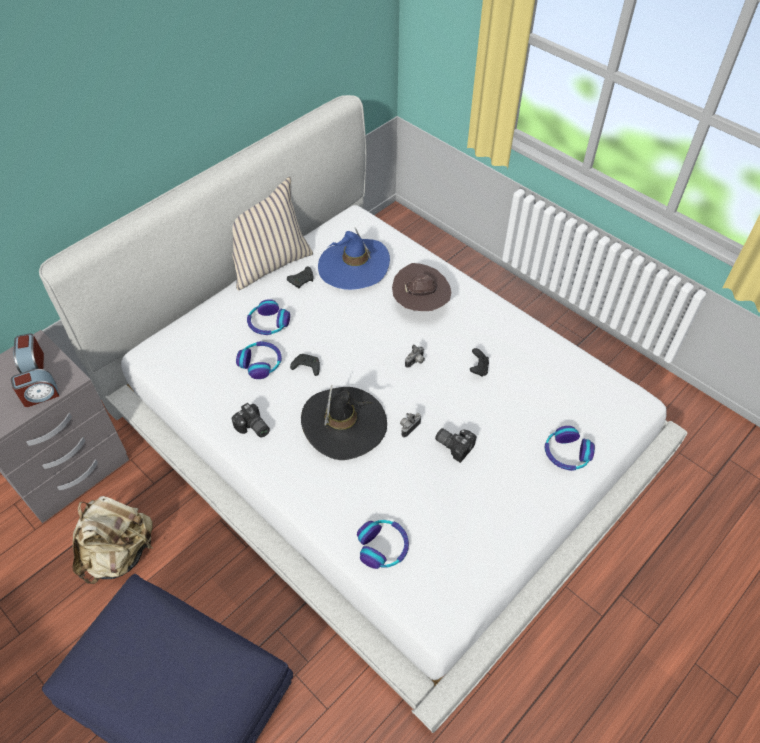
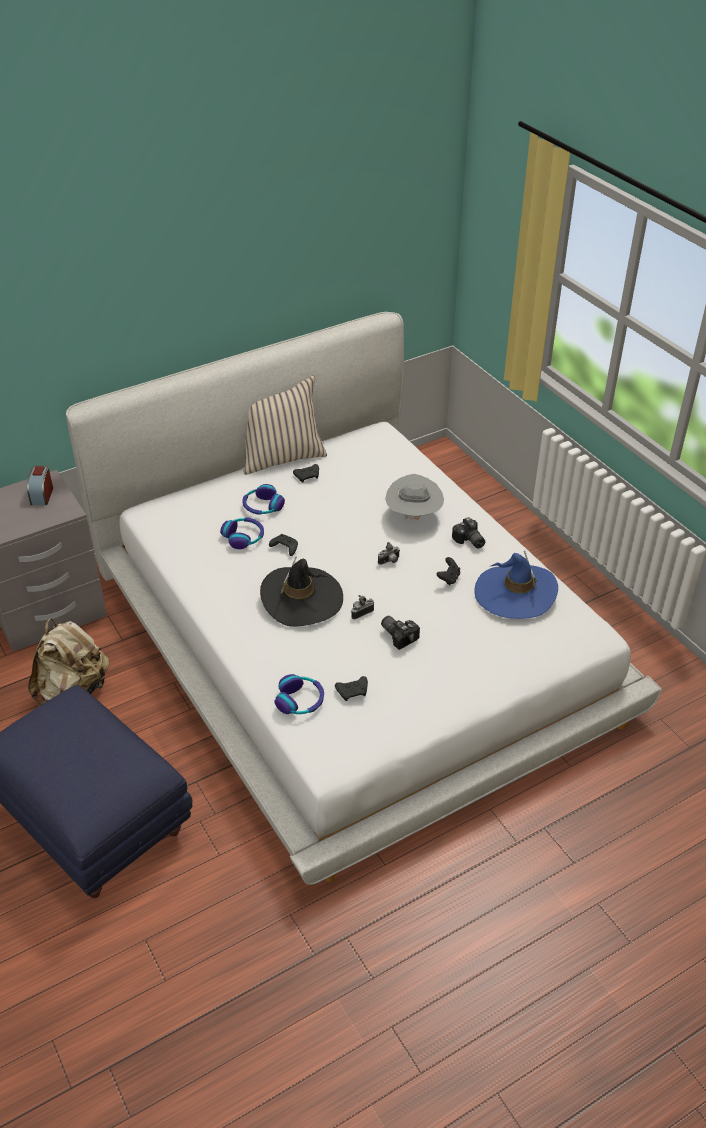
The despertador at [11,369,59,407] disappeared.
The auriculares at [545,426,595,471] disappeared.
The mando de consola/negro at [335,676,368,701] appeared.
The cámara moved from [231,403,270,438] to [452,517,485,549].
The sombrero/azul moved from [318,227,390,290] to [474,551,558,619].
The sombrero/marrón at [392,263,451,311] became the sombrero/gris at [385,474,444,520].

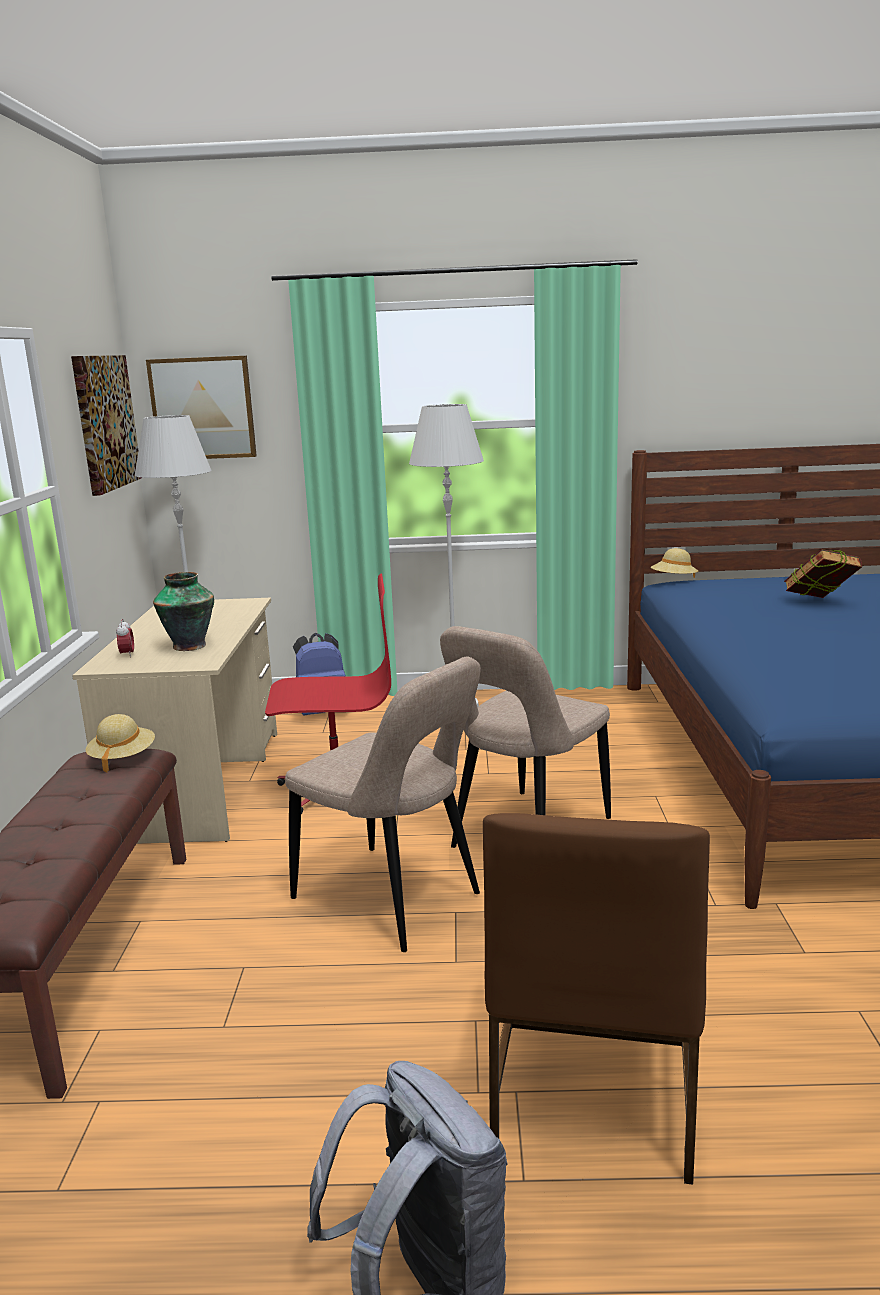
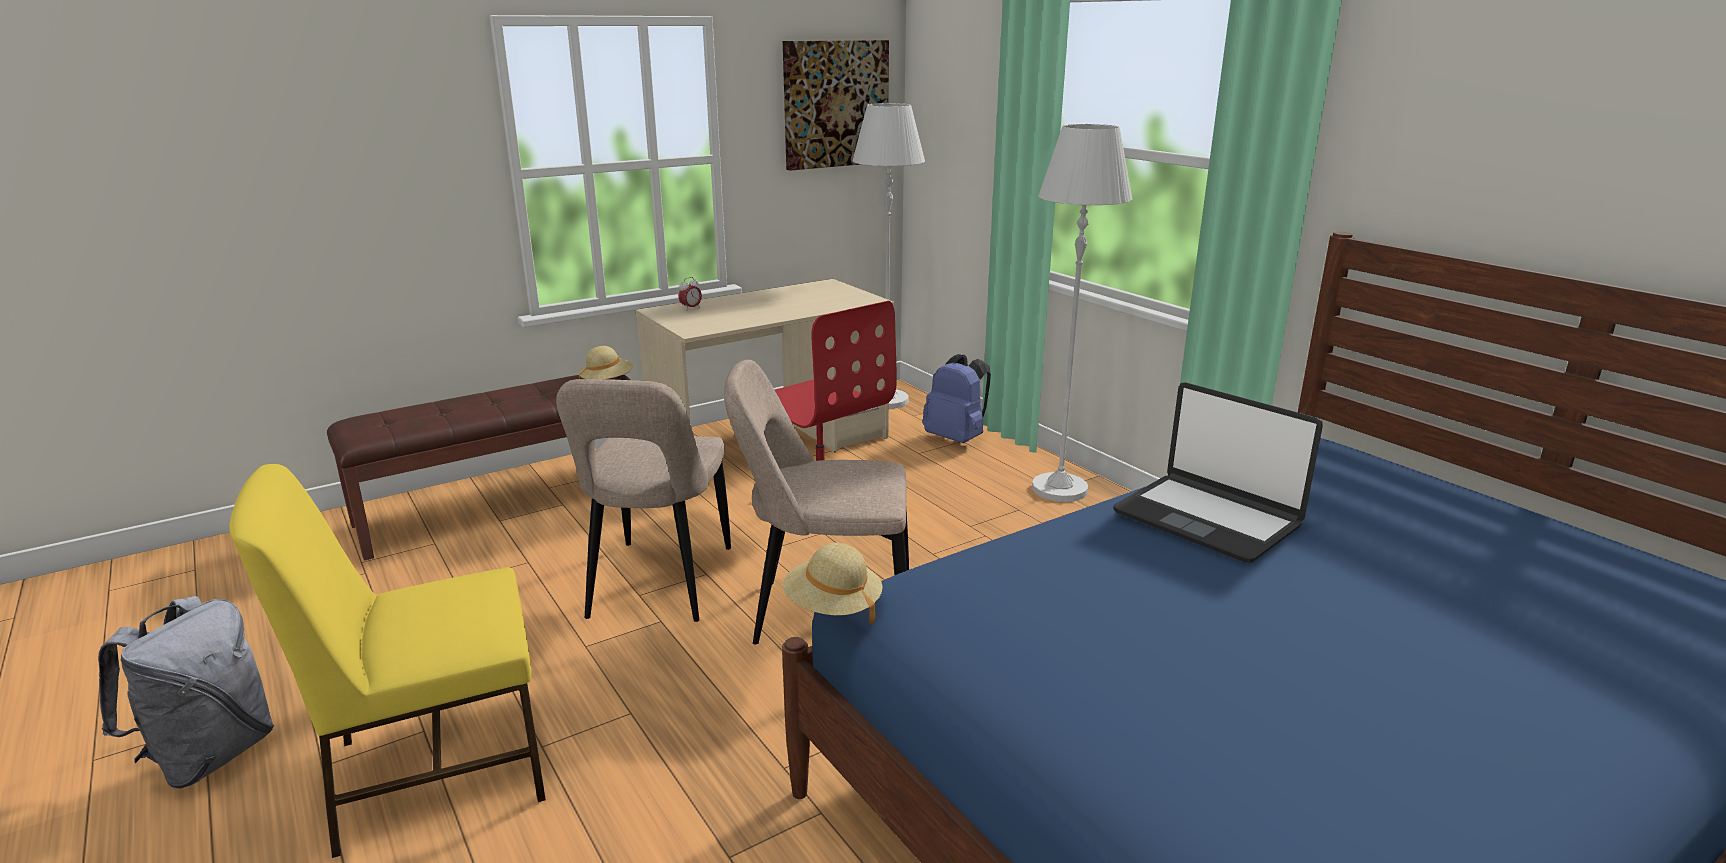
The cuadro at [146,356,257,459] disappeared.
The florero at [153,572,214,651] disappeared.
The libro at [784,549,862,598] disappeared.
The portátil at [1113,382,1323,562] appeared.
The sombrero/beis moved from [651,548,698,578] to [783,543,883,624].
The silla/marrón at [483,813,710,1185] became the silla/amarillo at [229,464,546,858].

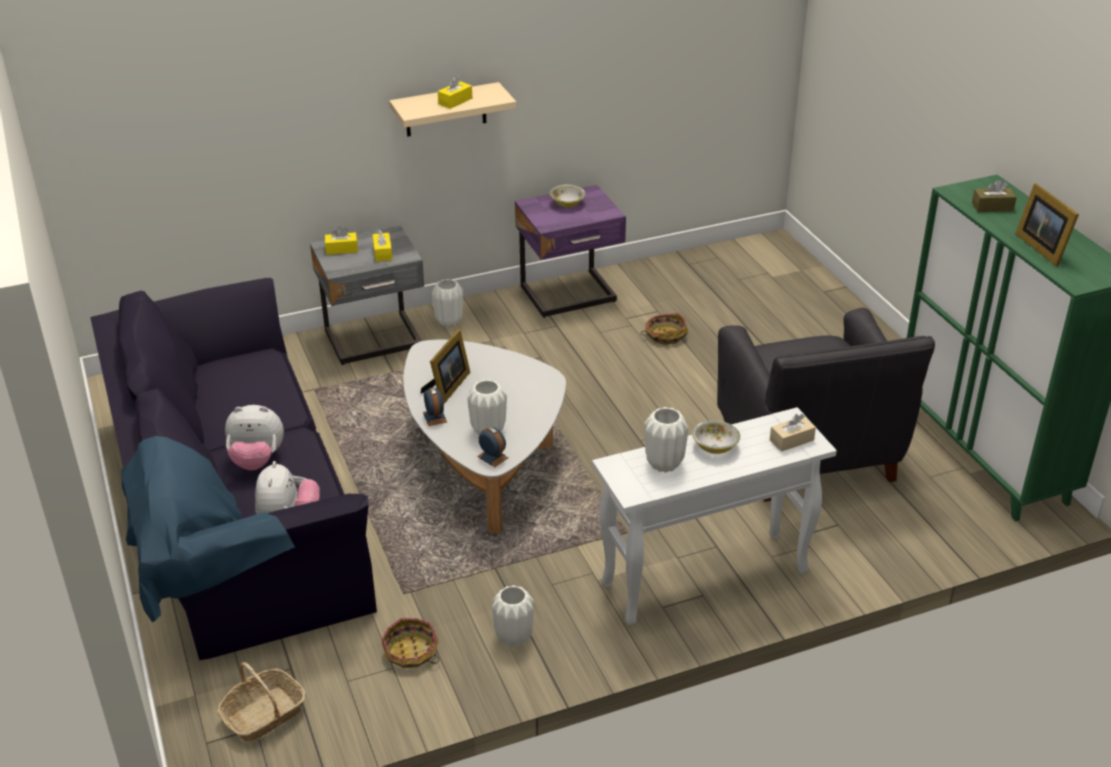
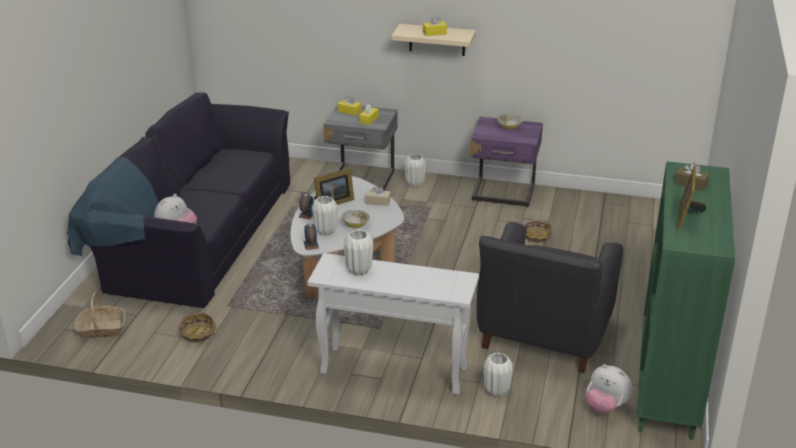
The peluche moved from [225,405,284,471] to [586,364,632,414].
The florero/blanco moved from [492,585,534,647] to [484,353,513,397].
The cuenco moved from [692,420,741,454] to [341,210,370,228].
The caja de pañuelos/beis moved from [770,414,816,452] to [365,185,390,206].

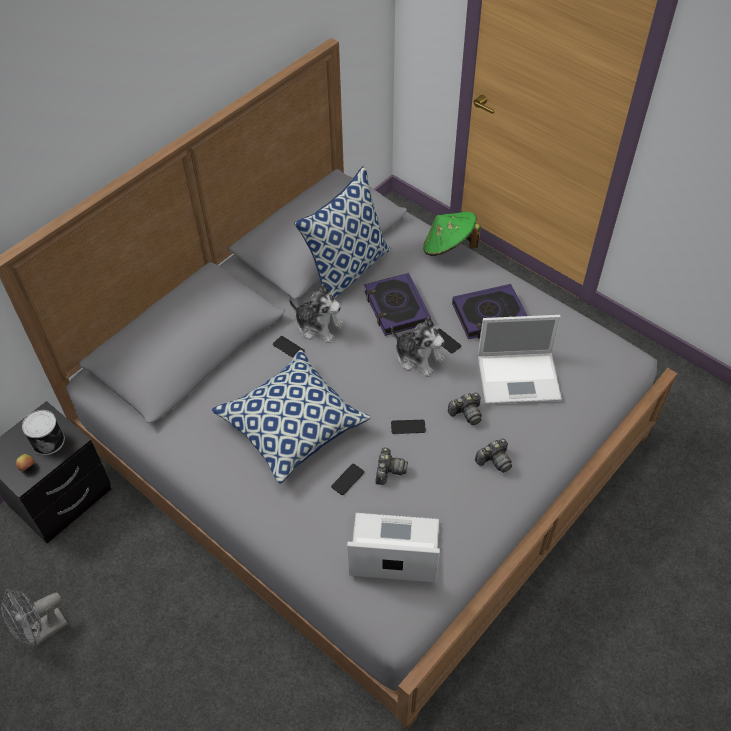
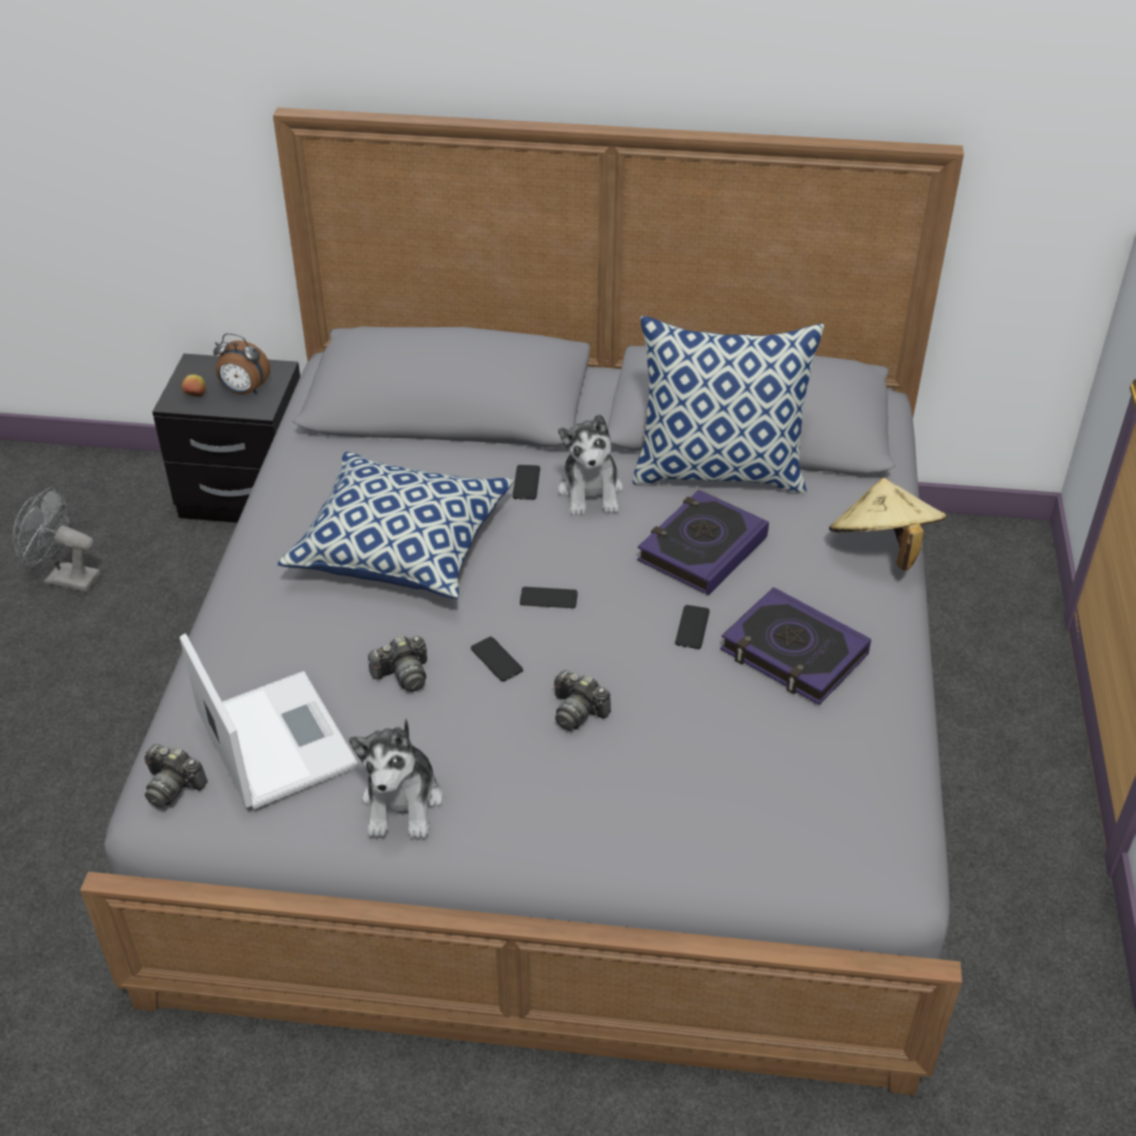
The portátil at [478,315,562,404] disappeared.
The móvil moved from [331,464,364,495] to [520,587,578,608].
The peluche moved from [391,317,445,377] to [349,719,443,838].
The cámara moved from [475,438,512,473] to [145,744,208,808].
The lata at [22,410,65,455] was replaced by the despertador at [213,333,270,395].
The sombrero/verde at [423,212,481,256] became the sombrero/beis at [829,478,946,570].

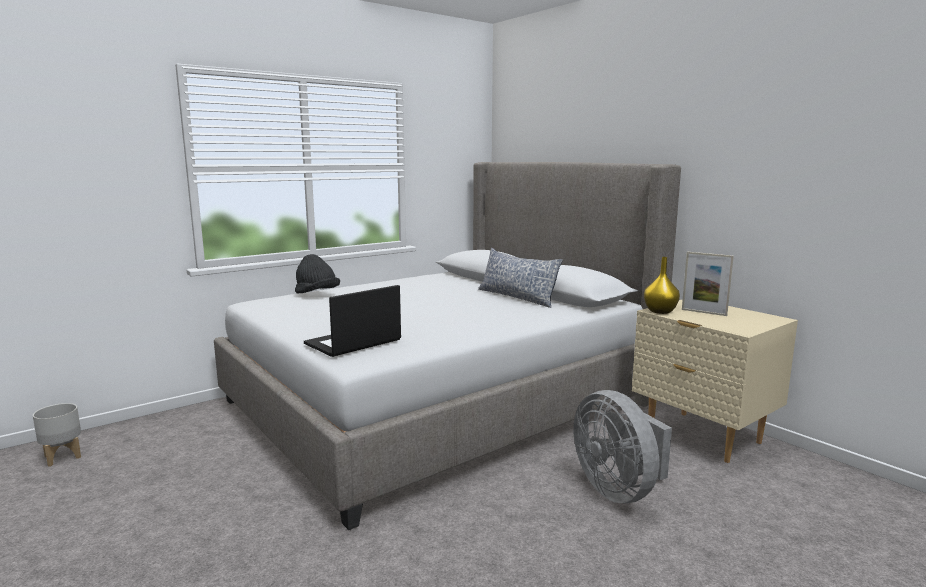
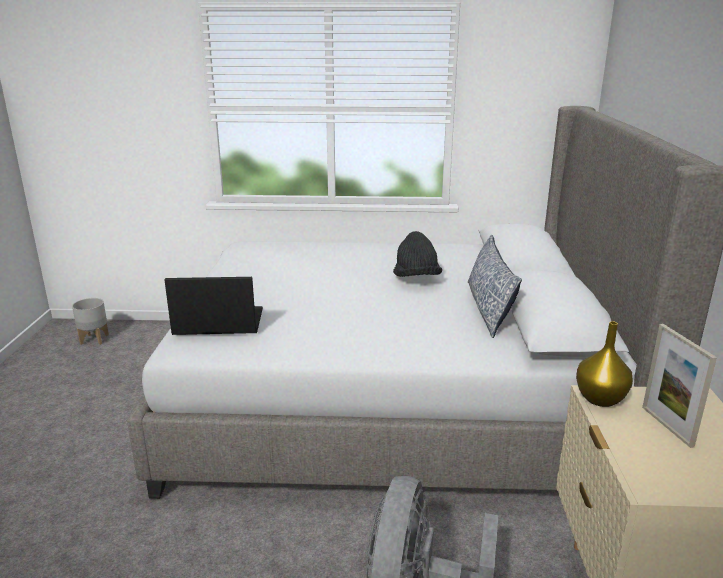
The sombrero/negro moved from [295,254,340,293] to [393,231,442,277].

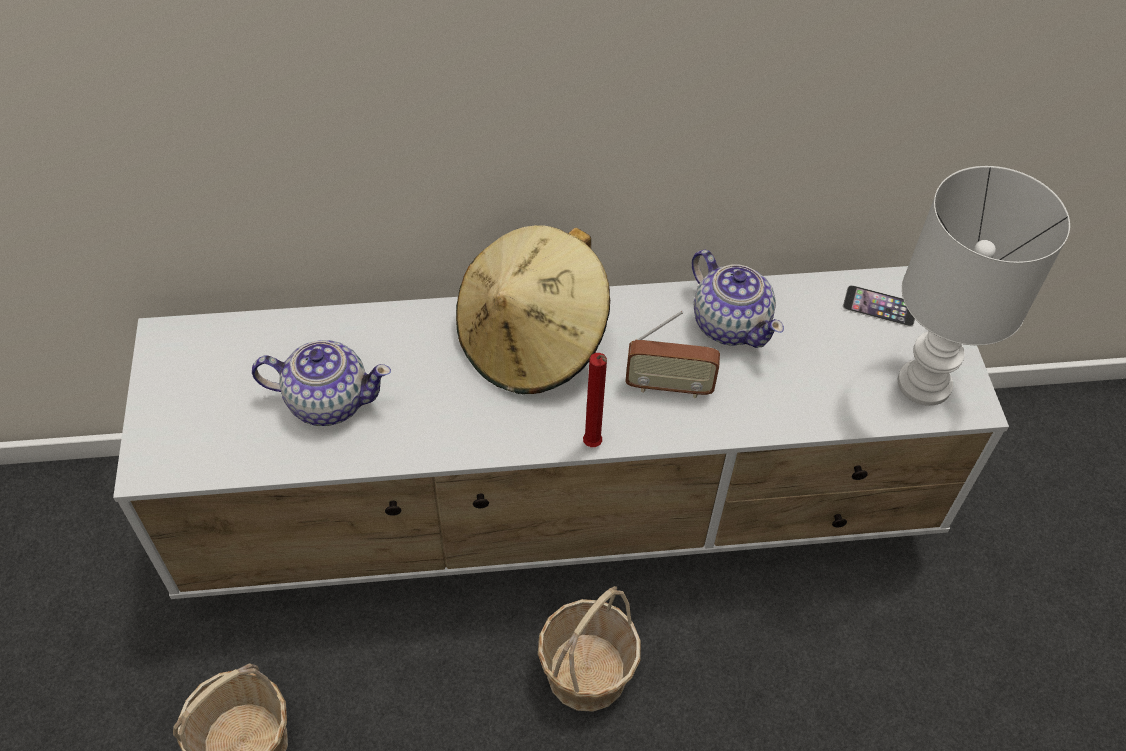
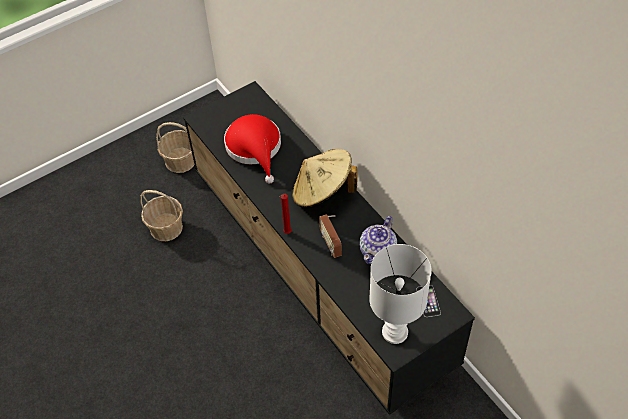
The cesta moved from [538,586,641,712] to [156,122,195,173].
The tetera at [252,340,391,426] was replaced by the sombrero/rojo at [224,114,281,184].
The mueble de televisión/blanco at [113,266,1009,599] became the mueble de televisión/negro at [183,81,475,415].

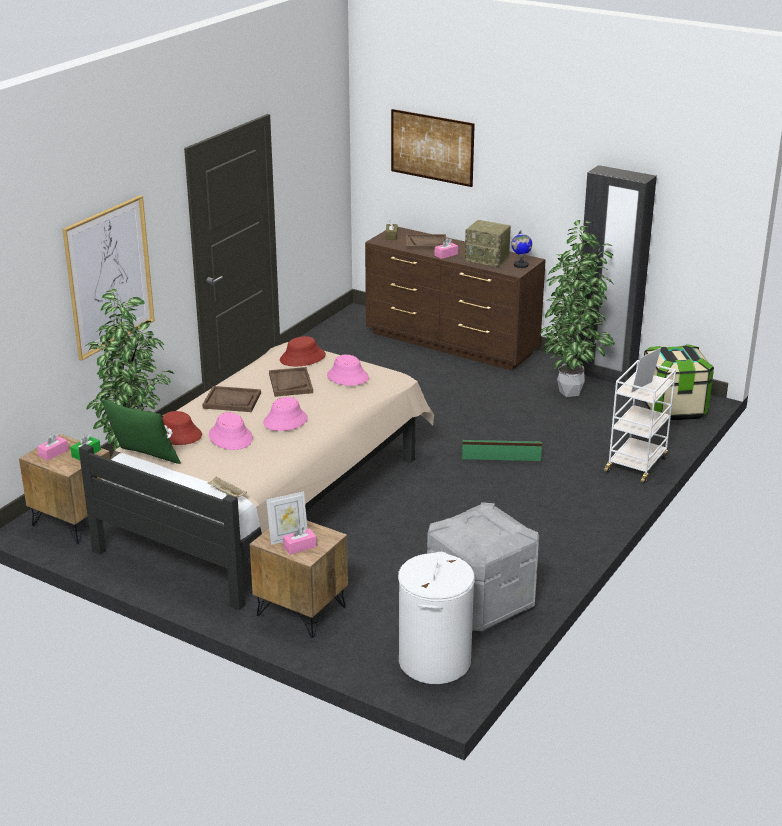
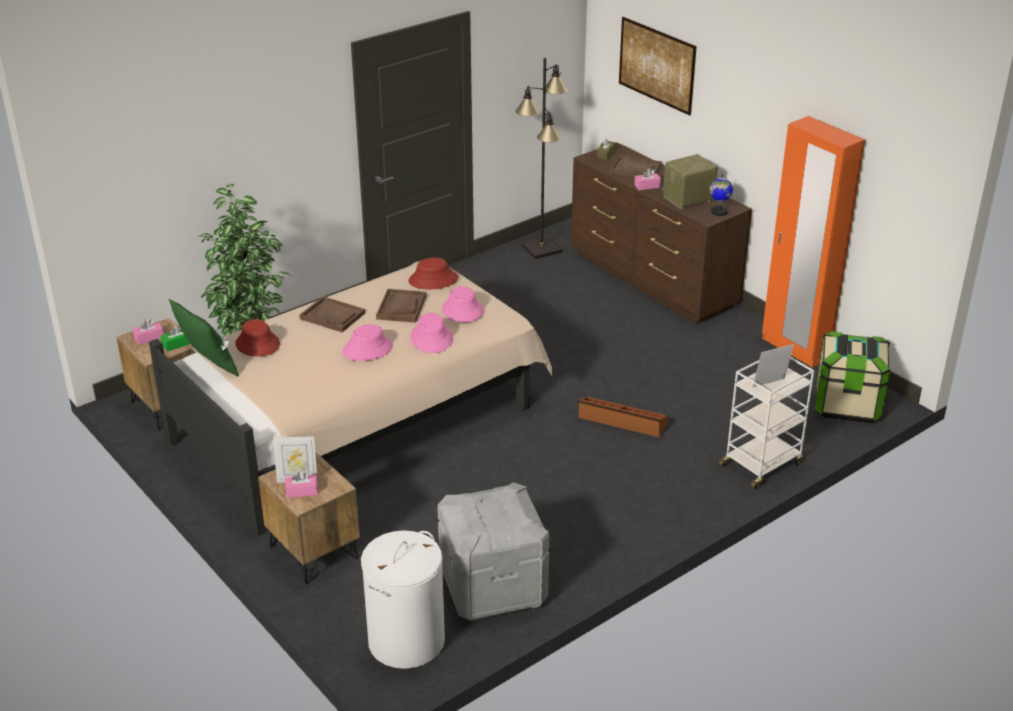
The cuadro at [63,195,155,361] disappeared.
The bandeja/beis at [207,477,247,497] disappeared.
The planta en maceta at [540,220,615,397] disappeared.
The lámpara de pie/negro at [515,58,568,259] appeared.
The sombrero/rosa moved from [209,412,253,450] to [410,313,453,353].
The caja de almacenaje/verde at [462,440,542,461] became the caja de almacenaje/marrón at [579,397,668,437].
The armario ropero/negro at [575,165,657,385] became the armario ropero/naranja at [762,116,865,368].
The radio at [465,220,511,268] turned 105 degrees clockwise.

